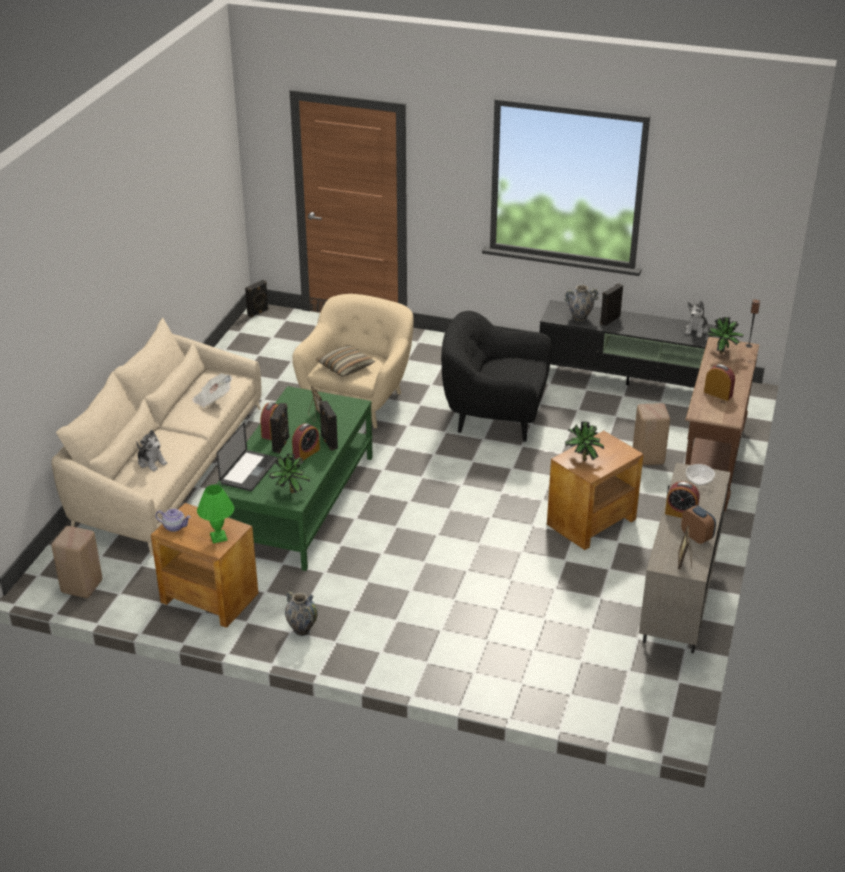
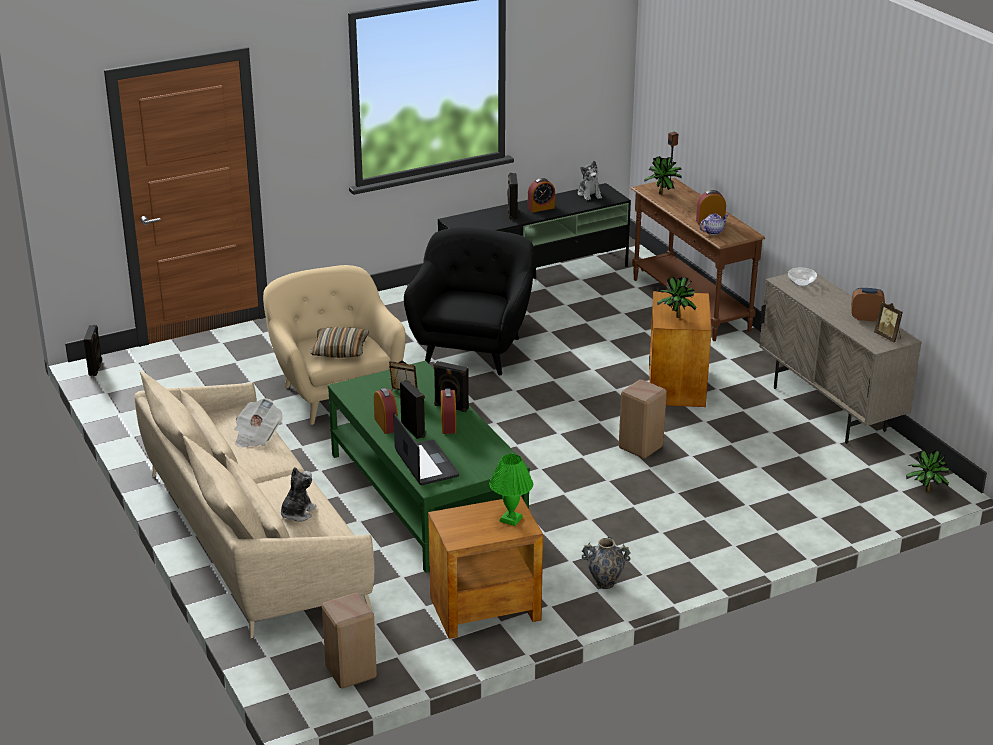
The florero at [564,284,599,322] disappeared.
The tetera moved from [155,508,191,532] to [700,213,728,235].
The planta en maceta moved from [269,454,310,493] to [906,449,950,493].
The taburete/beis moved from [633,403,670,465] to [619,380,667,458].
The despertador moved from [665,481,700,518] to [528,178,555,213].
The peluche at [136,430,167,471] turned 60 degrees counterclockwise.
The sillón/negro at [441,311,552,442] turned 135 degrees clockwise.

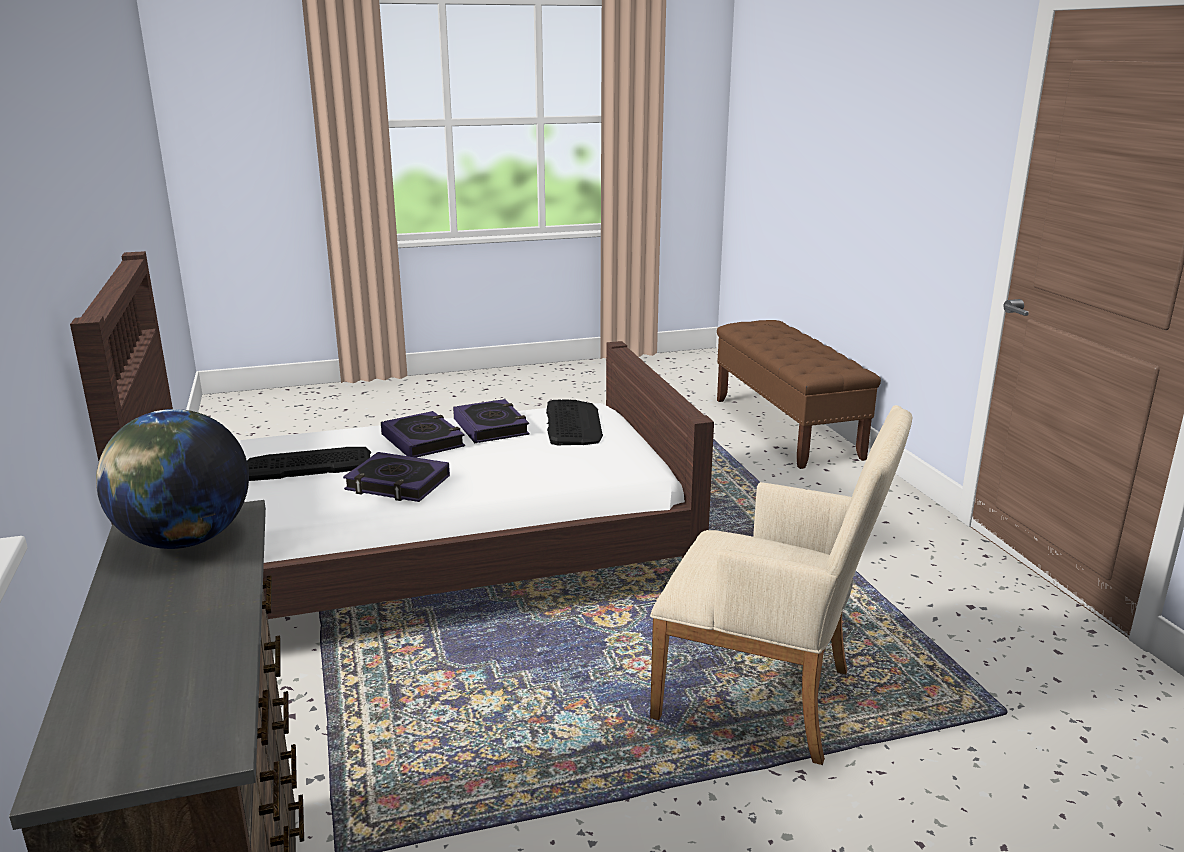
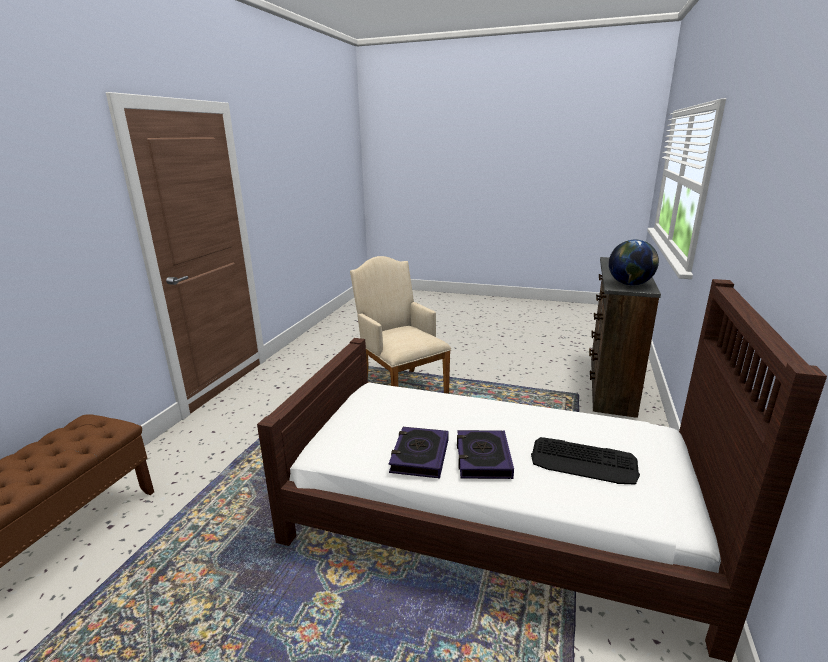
The libro at [343,452,450,502] disappeared.
The teclado at [546,399,603,445] disappeared.

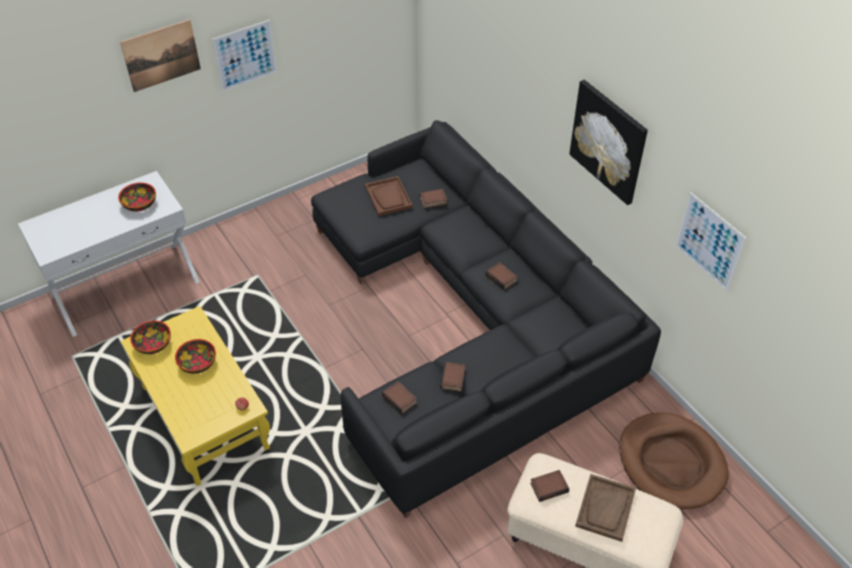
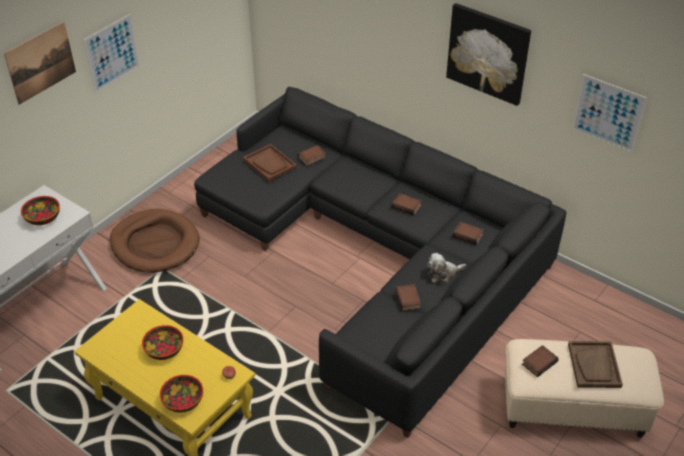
The peluche at [427,253,466,283] appeared.
The cuenco moved from [130,321,171,354] to [160,375,203,413].
The libro moved from [382,381,417,414] to [453,222,484,245].
The cama para perro/marrón moved from [620,412,728,509] to [110,209,200,273].

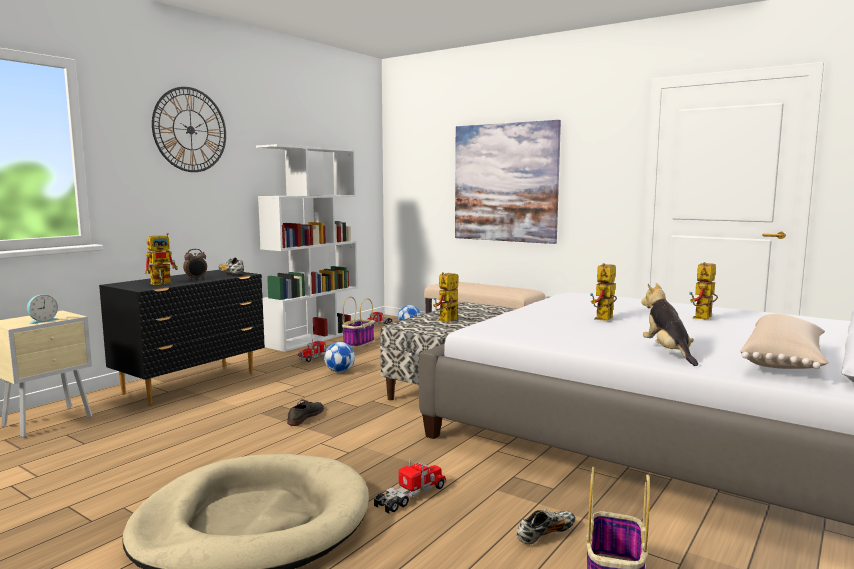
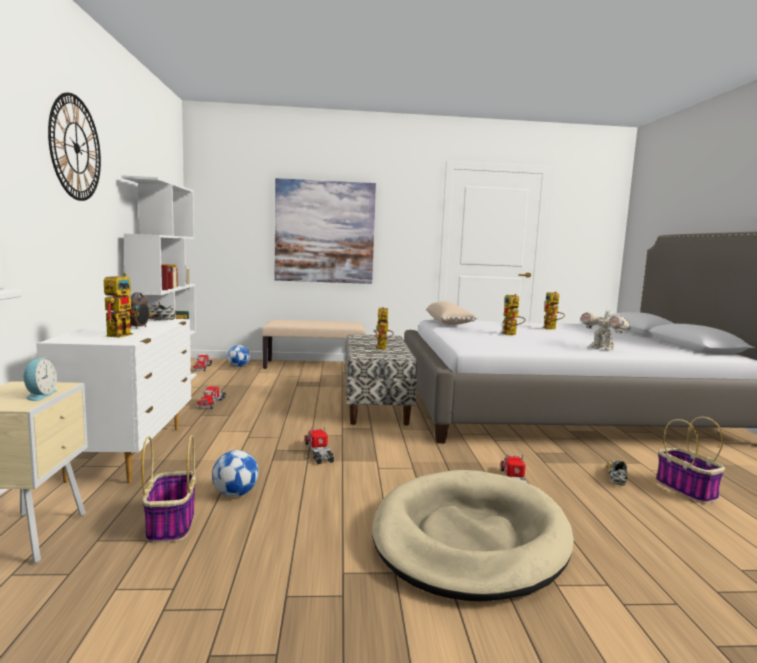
The balón de fútbol moved from [324,342,355,372] to [212,450,259,497].
The cesta moved from [342,296,375,348] to [141,435,196,543].
The cojín/beis moved from [740,314,829,369] to [426,301,477,325].
The zapato/gris at [287,399,324,426] was replaced by the camión de juguete at [304,426,334,464].
The peluche at [641,283,698,366] was replaced by the robot de juguete at [581,307,632,350].
The cómoda/negro at [99,270,265,405] became the cómoda/blanco at [36,319,191,483].

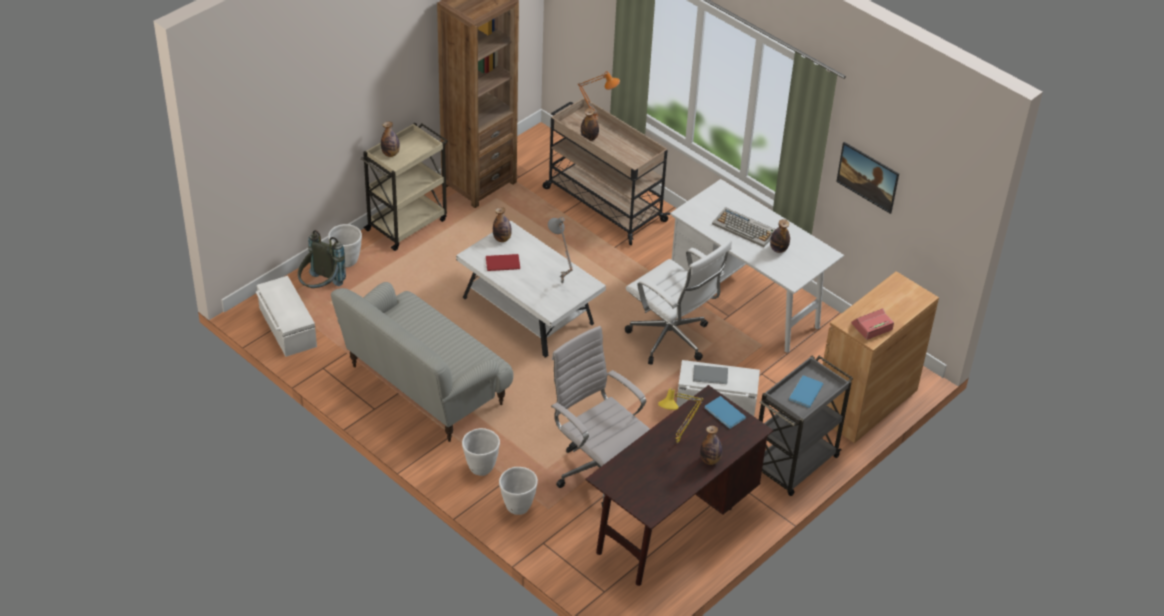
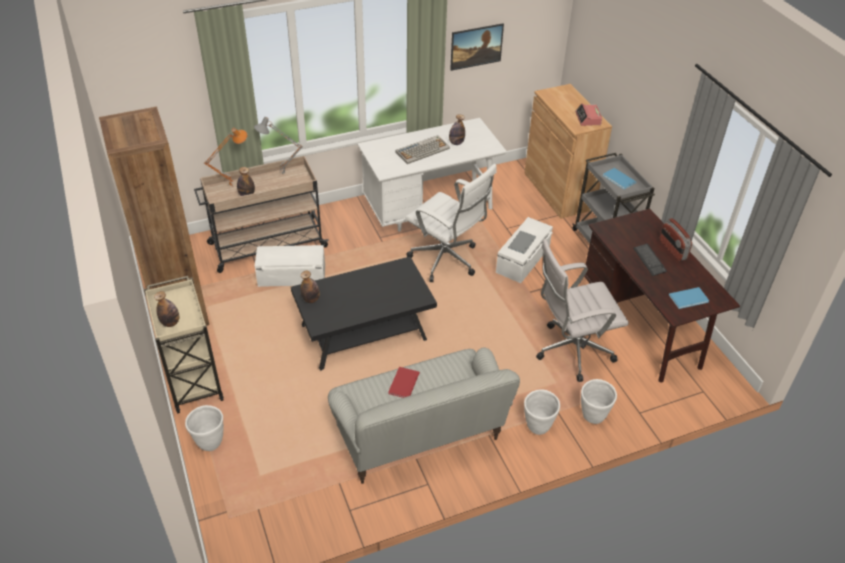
The mochila/gris at [298,230,346,288] disappeared.
The caja de almacenaje/blanco moved from [256,276,317,357] to [255,245,325,287].
The libro/rojo moved from [486,254,520,271] to [388,367,420,398].
The lámpara de mesa/gris moved from [548,217,573,285] to [254,117,303,175].
The libro/azul moved from [705,396,746,429] to [669,287,709,309].
The lámpara de mesa/amarillo at [658,388,703,444] was replaced by the teclado at [633,244,667,276].
The botella at [700,426,722,465] was replaced by the radio at [660,218,692,261].
The mesa de centro/blanco at [456,221,606,358] became the mesa de centro/negro at [291,257,437,371].
The silla de oficina/blanco at [625,239,731,365] turned 60 degrees clockwise.

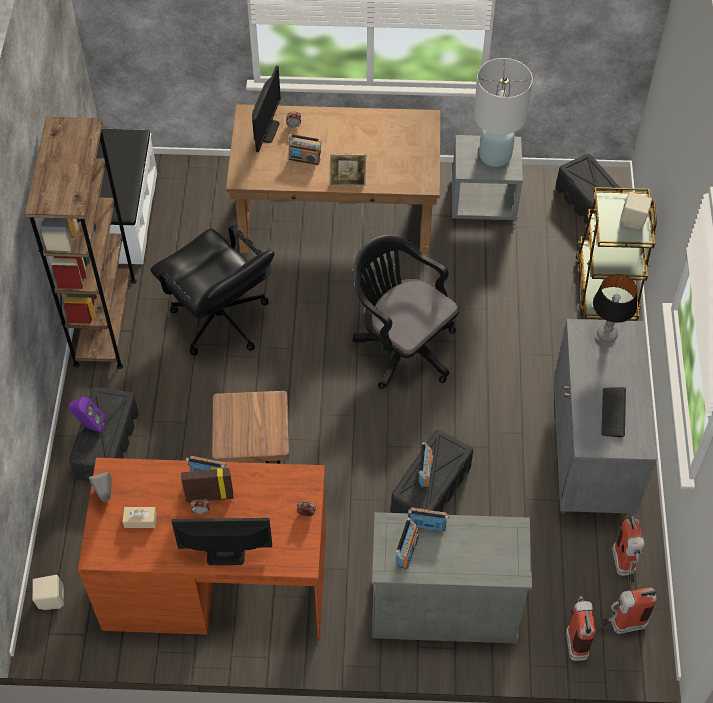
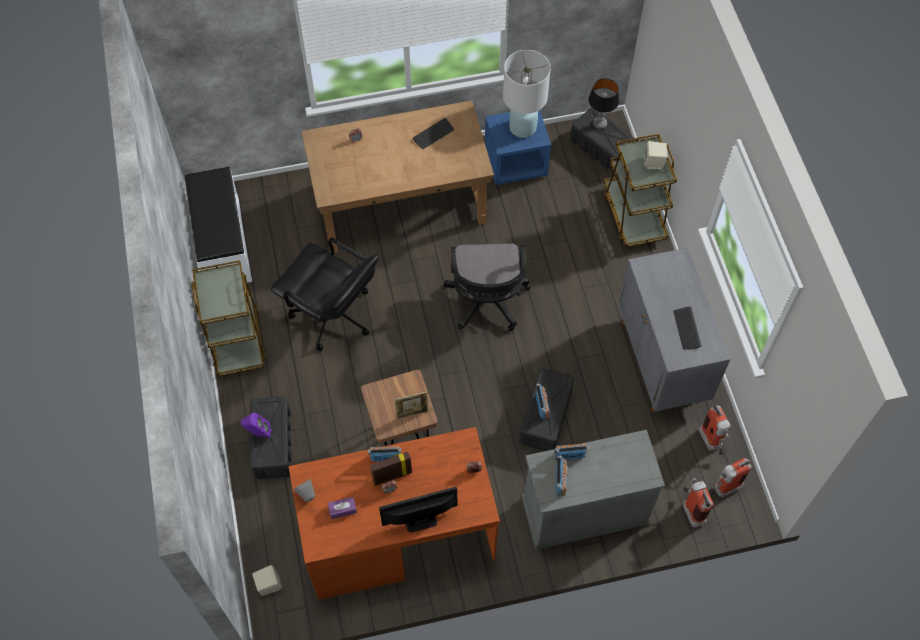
The monitor at [252,66,281,153] disappeared.
The radio at [288,134,322,165] disappeared.
The teclado at [413,118,454,149] appeared.
The portarretratos moved from [330,154,367,186] to [395,391,429,420].
The lámpara de mesa moved from [593,274,637,343] to [588,78,619,129].
The estantería/marrón at [25,117,137,369] was replaced by the carrito/marrón at [192,260,266,377].
The caja de pañuelos/beis at [123,507,157,528] became the caja de pañuelos/morado at [328,497,357,519].
The mesita de noche/gris at [452,135,523,220] became the mesita de noche/azul at [485,110,551,185].
The silla de oficina/negro at [353,235,459,389] turned 120 degrees counterclockwise.

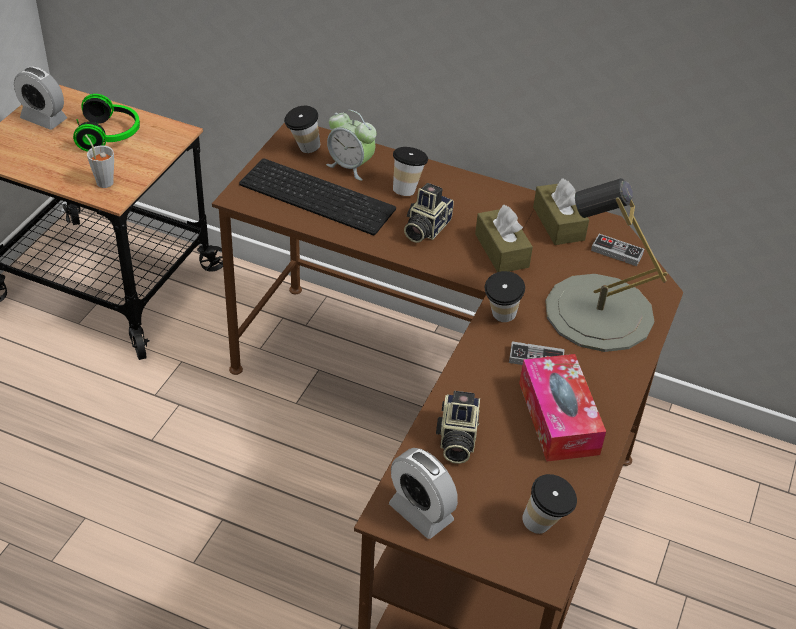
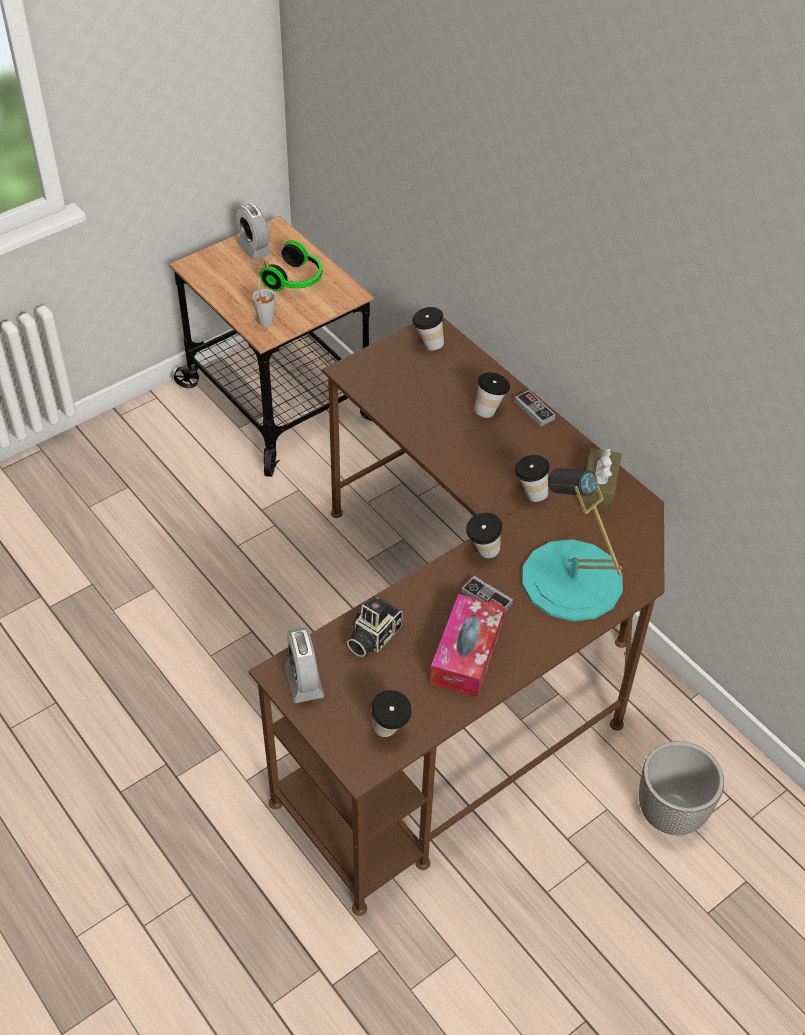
The teclado at [239,158,396,235] disappeared.
The despertador at [326,110,376,181] disappeared.
The cámara at [404,183,454,243] disappeared.
The maceta at [639,741,724,835] appeared.
The mando de consola moved from [591,234,644,266] to [514,390,556,427].
The caja de pañuelos/marrón at [475,204,533,272] was replaced by the taza at [515,455,550,502].
The lámpara de mesa/gris at [545,178,668,352] became the lámpara de mesa/turquesa at [522,468,623,621].

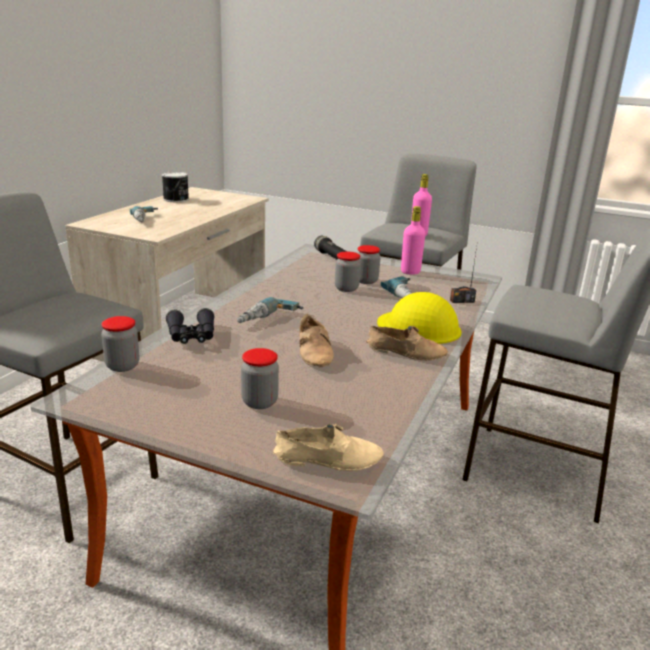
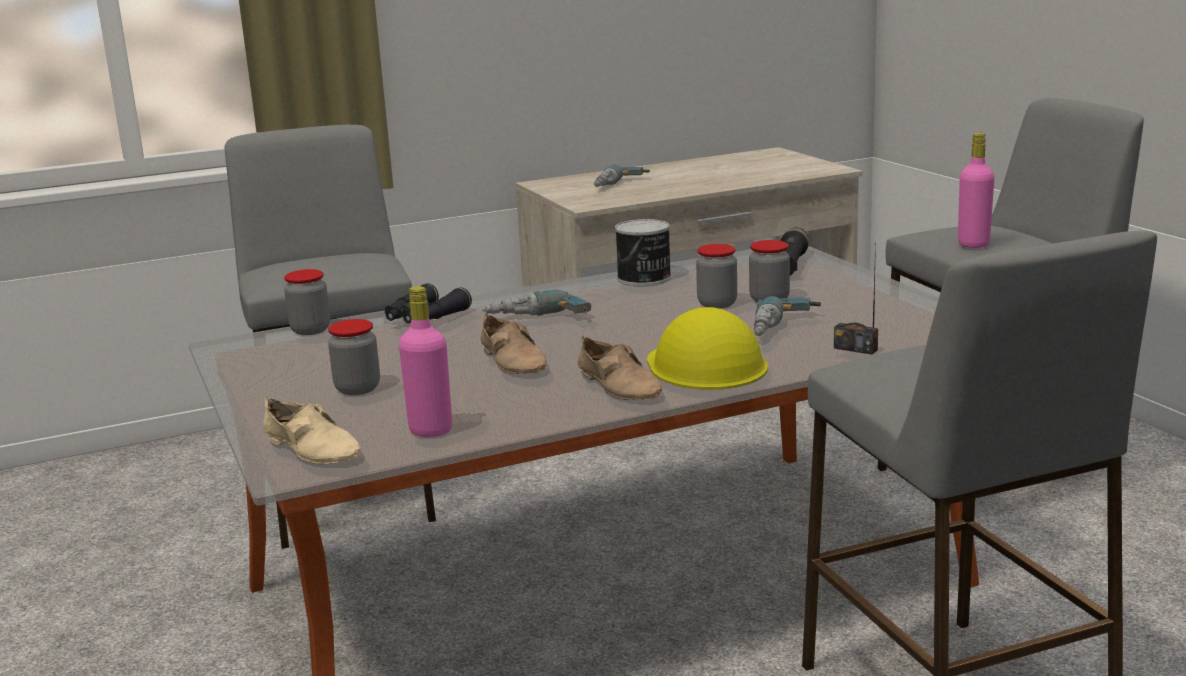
The lata moved from [162,172,189,202] to [615,219,671,286].
The botella/rosa moved from [401,206,425,275] to [399,286,452,437].
The zapato/beis at [299,314,334,367] turned 60 degrees counterclockwise.

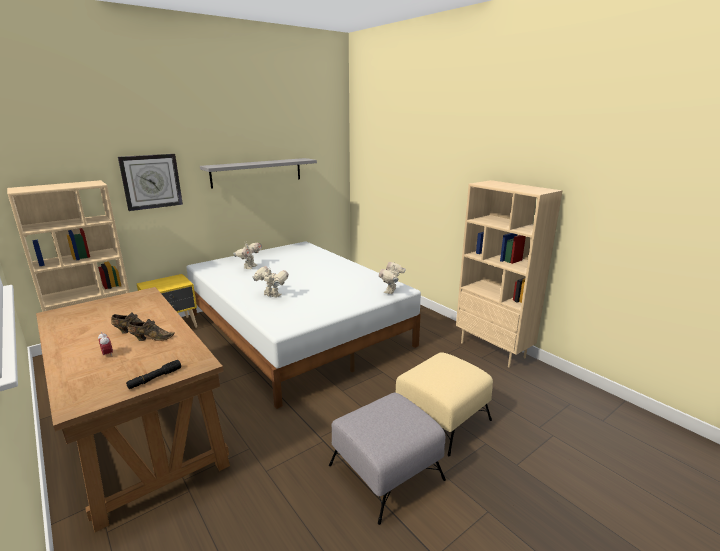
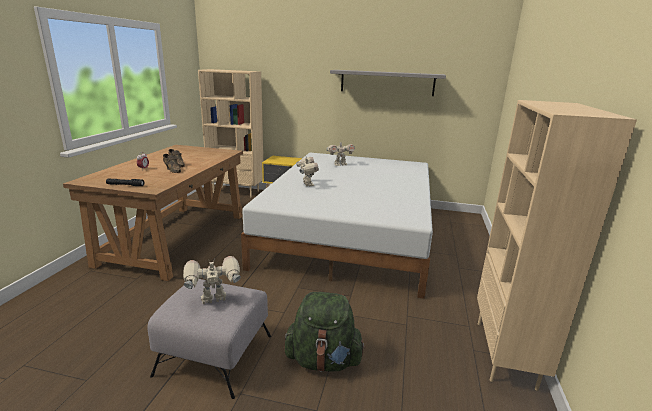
The reloj de pared at [118,154,183,211] disappeared.
The robot de juguete moved from [379,262,406,294] to [183,256,241,304].
The puf/beis at [396,352,493,456] was replaced by the mochila/verde at [285,292,366,372].

